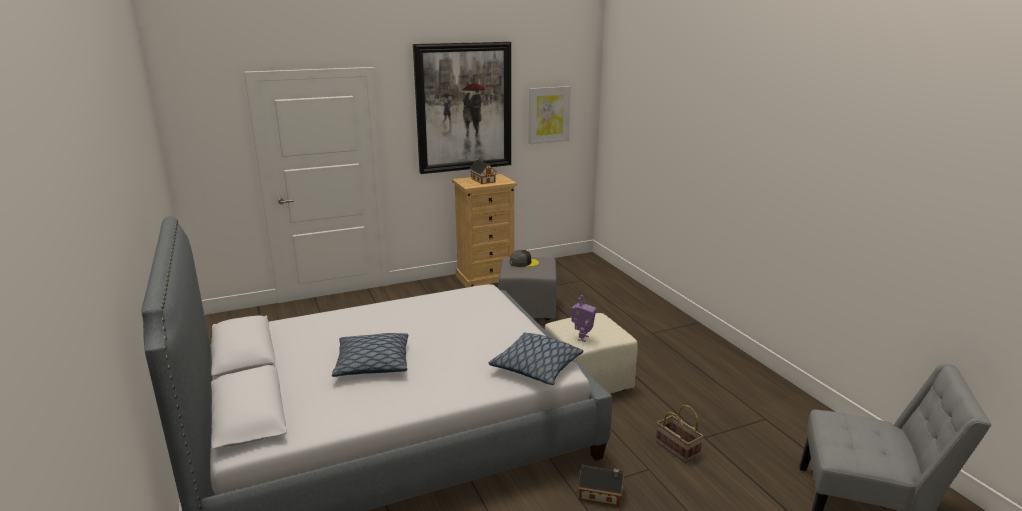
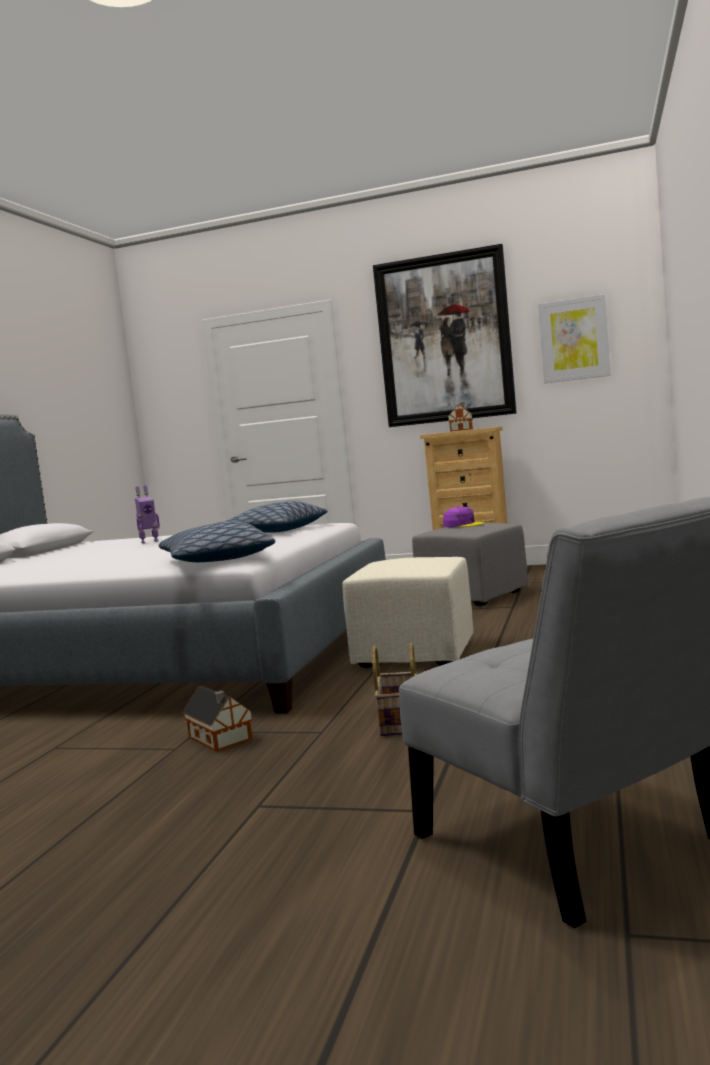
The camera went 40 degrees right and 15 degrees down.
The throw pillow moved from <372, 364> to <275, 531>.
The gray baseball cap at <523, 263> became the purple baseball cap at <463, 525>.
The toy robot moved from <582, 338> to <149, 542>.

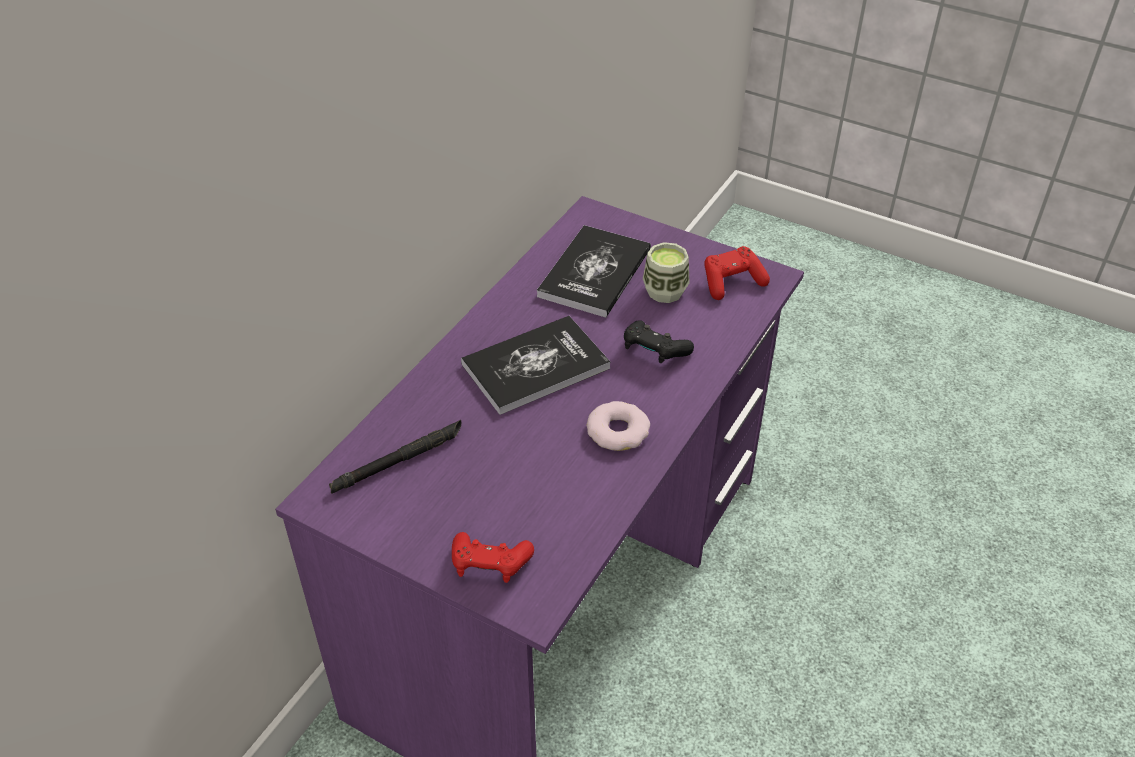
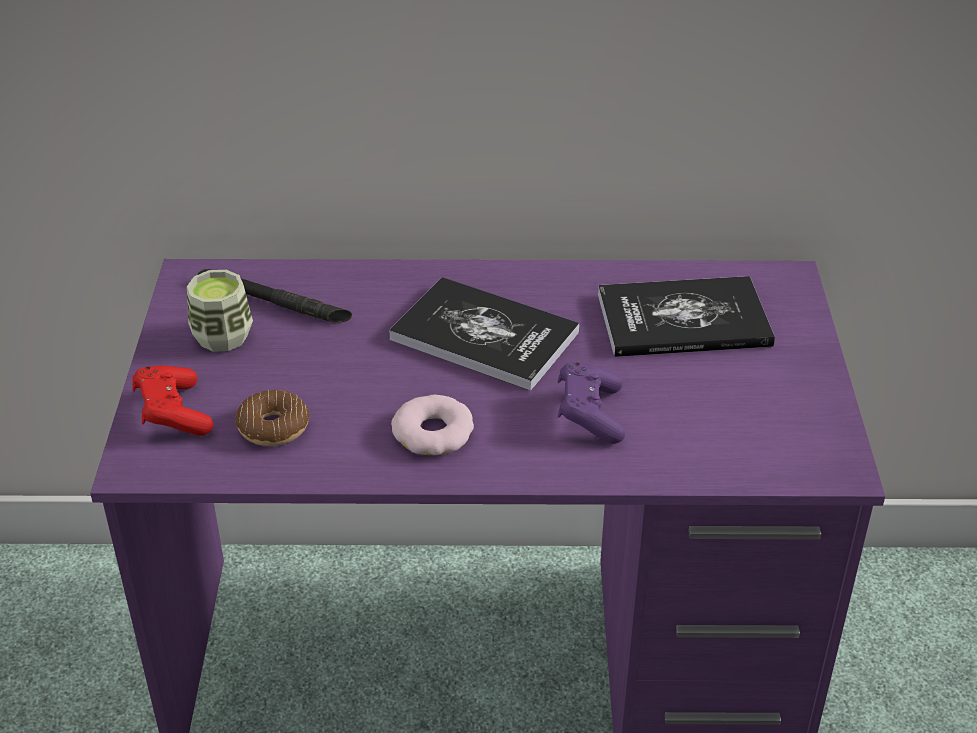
The camera went 60 degrees right and 5 degrees down.
The black gamepad at <654, 352> became the purple gamepad at <589, 415>.
The drinking cup moved from <665, 291> to <222, 337>.
The reddish gamepad at <732, 282> disappeared.
The doughnut at <273, 427> appeared.

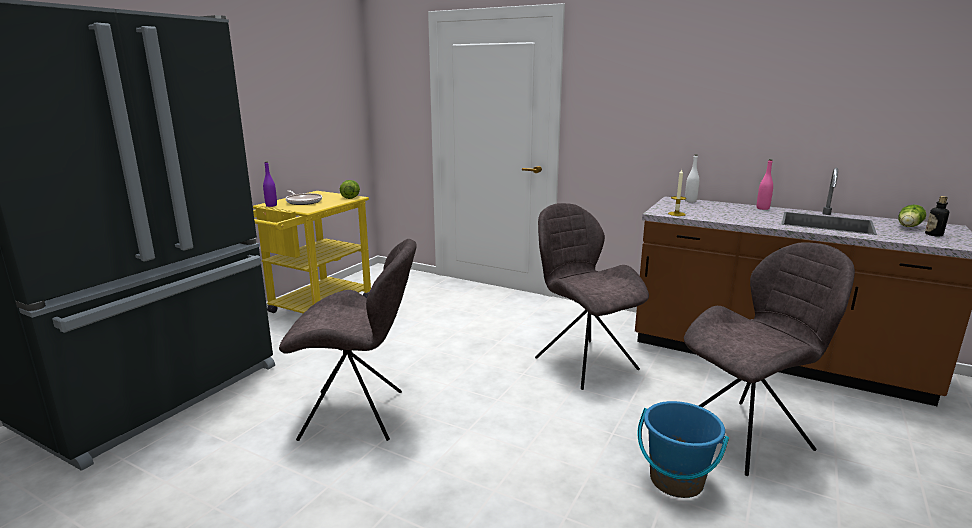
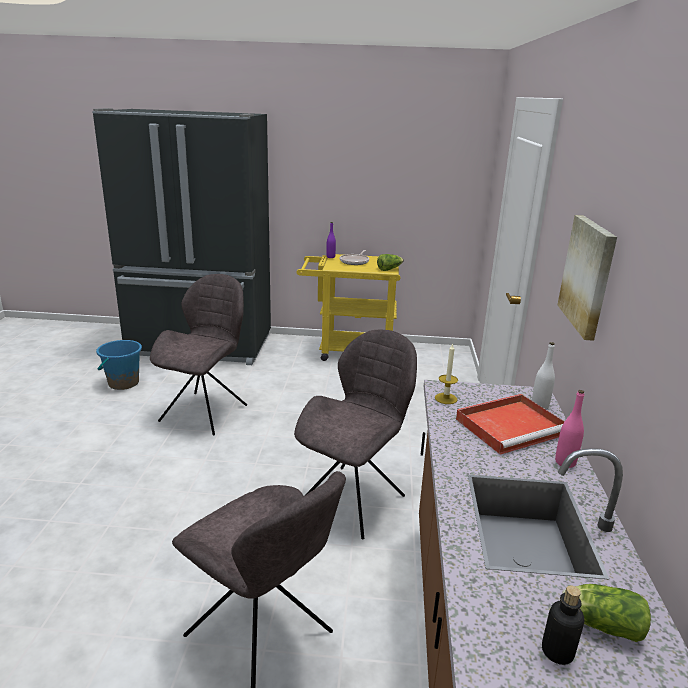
The camera went 65 degrees right and 5 degrees up.
The gray upright chair at <357, 415> turned 135 degrees counterclockwise.
The blue water bucket moved from <676, 481> to <123, 383>.
The reddish serving tray at <511, 426> appeared.
The picture at <588, 275> appeared.

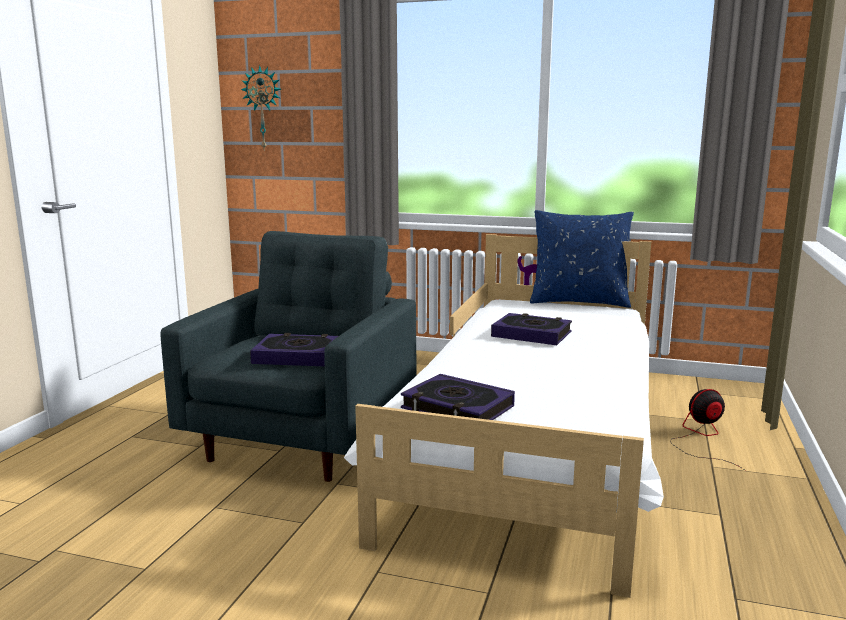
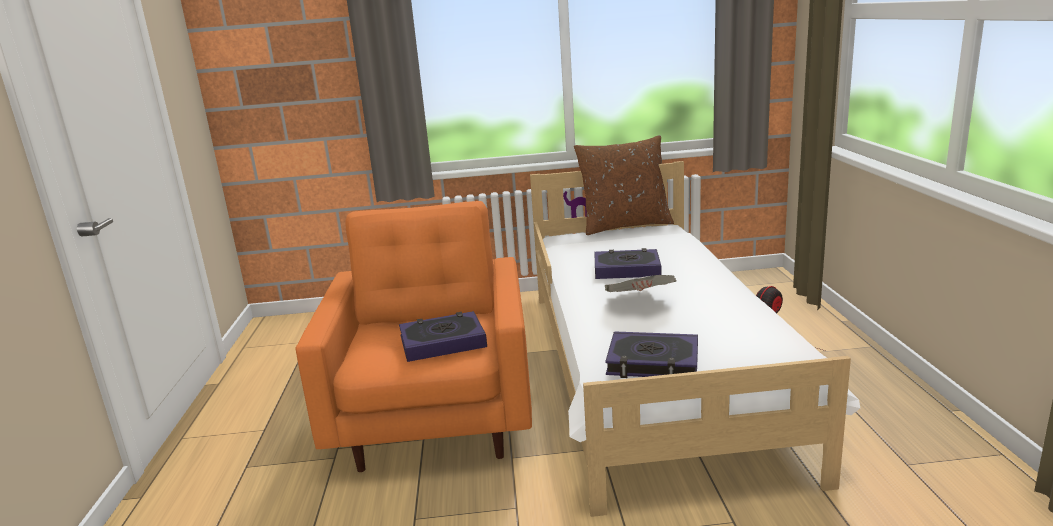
The camera went 20 degrees left and 5 degrees up.
The gray easy chair at <305, 438> became the orange easy chair at <437, 418>.
The wall clock at <263, 108> disappeared.
The blue throw pillow at <579, 302> became the brown throw pillow at <625, 225>.
The daily paper at <639, 303> appeared.

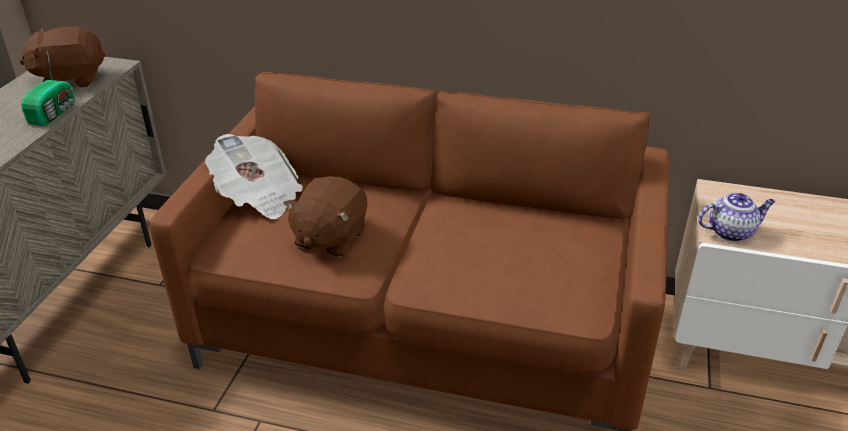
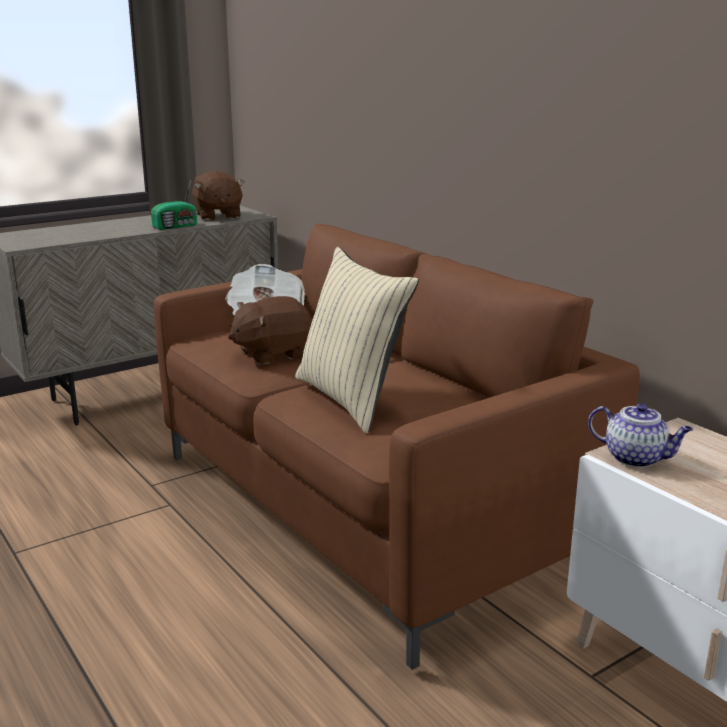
The camera went 40 degrees right and 15 degrees down.
The brown plush toy at <71, 79> turned 135 degrees counterclockwise.
The sand-coloured throw pillow at <351, 399> appeared.

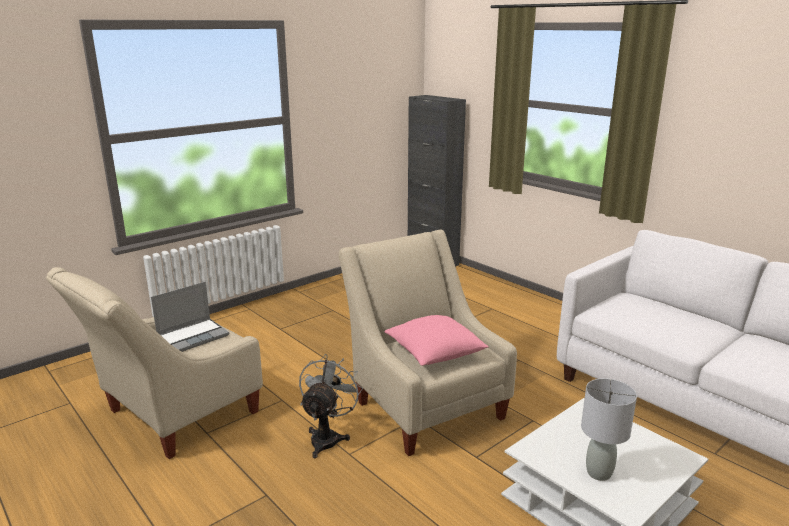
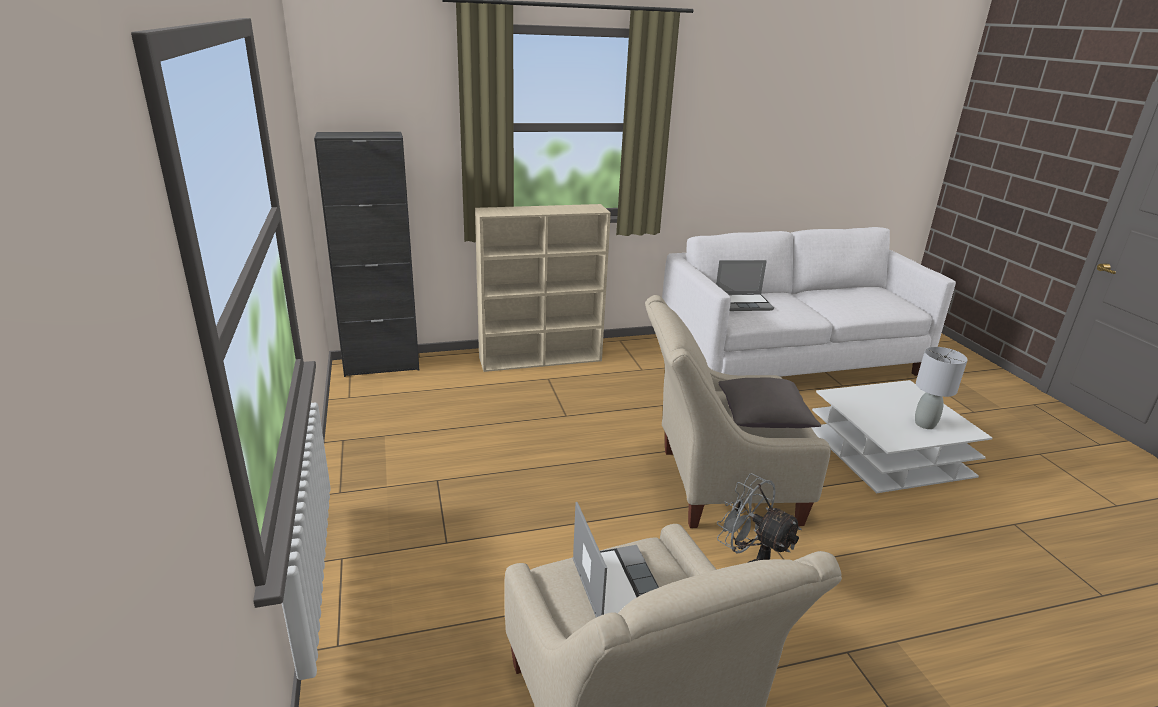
The camera went 65 degrees left and 5 degrees up.
The pink throw pillow at <435, 354> became the gray throw pillow at <764, 419>.
The sand-coloured bookcase at <541, 359> appeared.
The notebook computer at <743, 303> appeared.

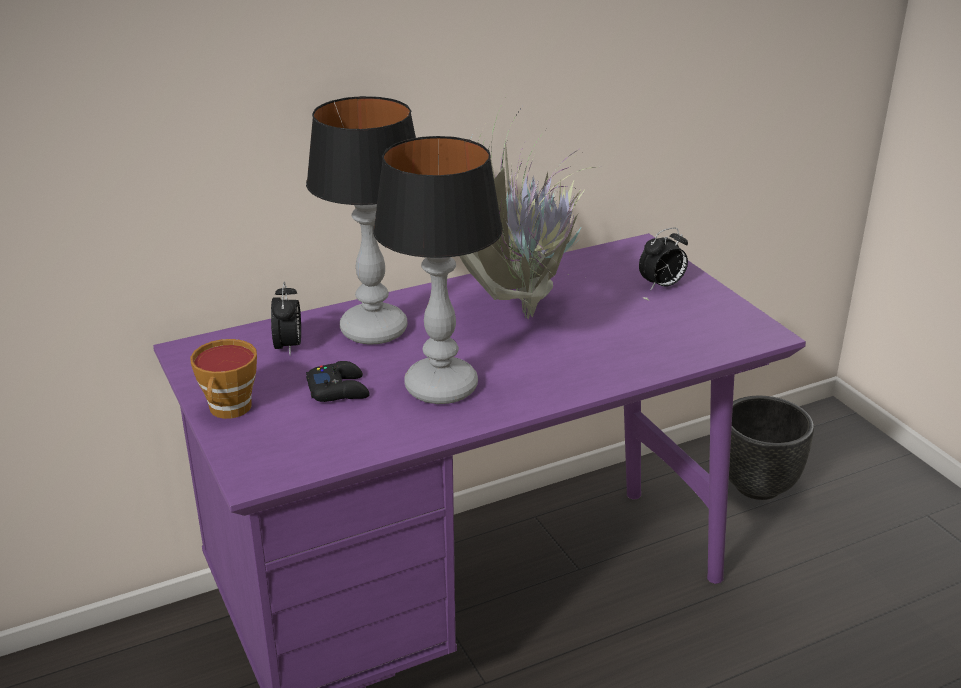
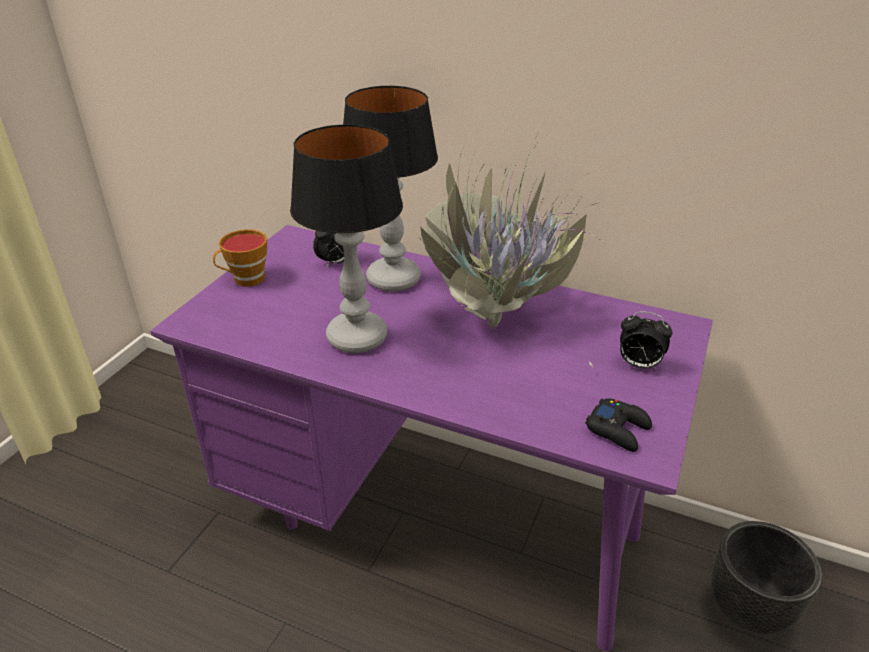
The camera went 50 degrees right and 5 degrees up.
The black gamepad moved from <338, 390> to <618, 429>.

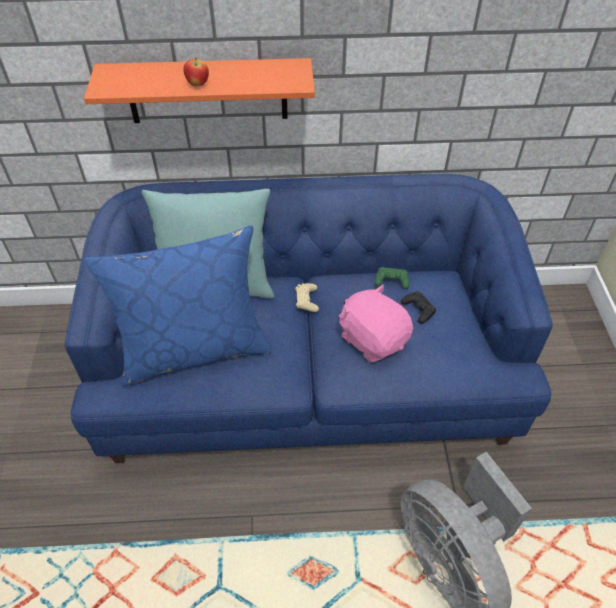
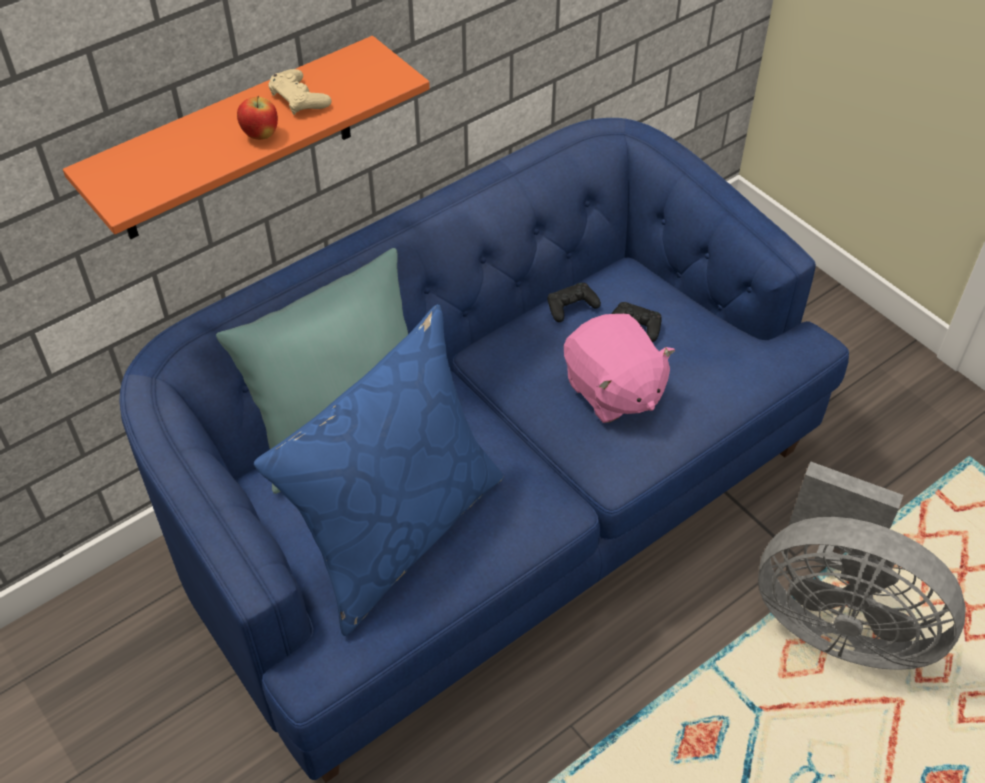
The camera went 35 degrees left and 0 degrees up.
The sand-coloured gamepad moved from <307, 300> to <299, 99>.
The pink plush toy at <373, 338> turned 135 degrees counterclockwise.
The green gamepad at <391, 281> became the black gamepad at <571, 306>.

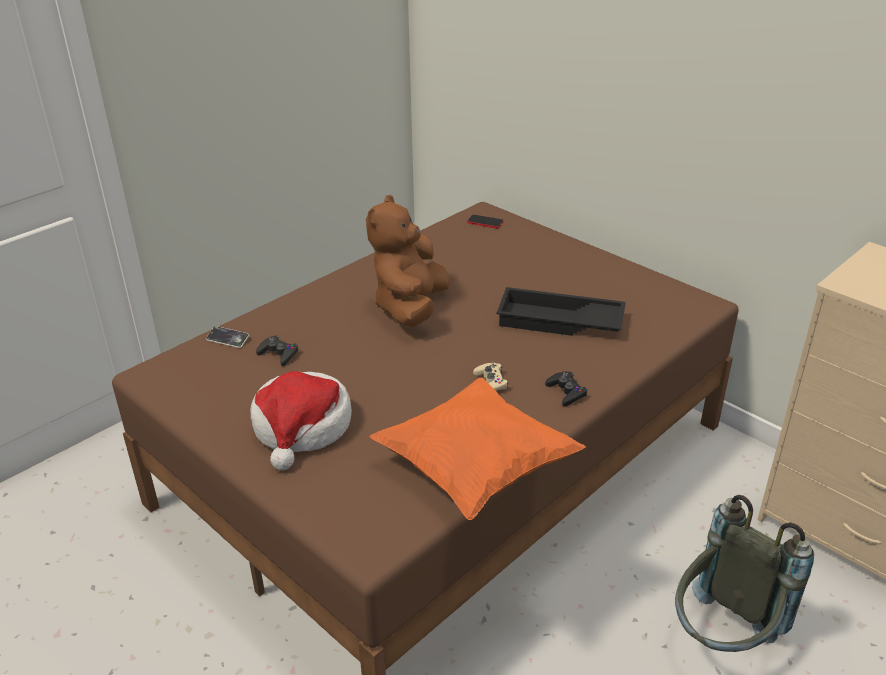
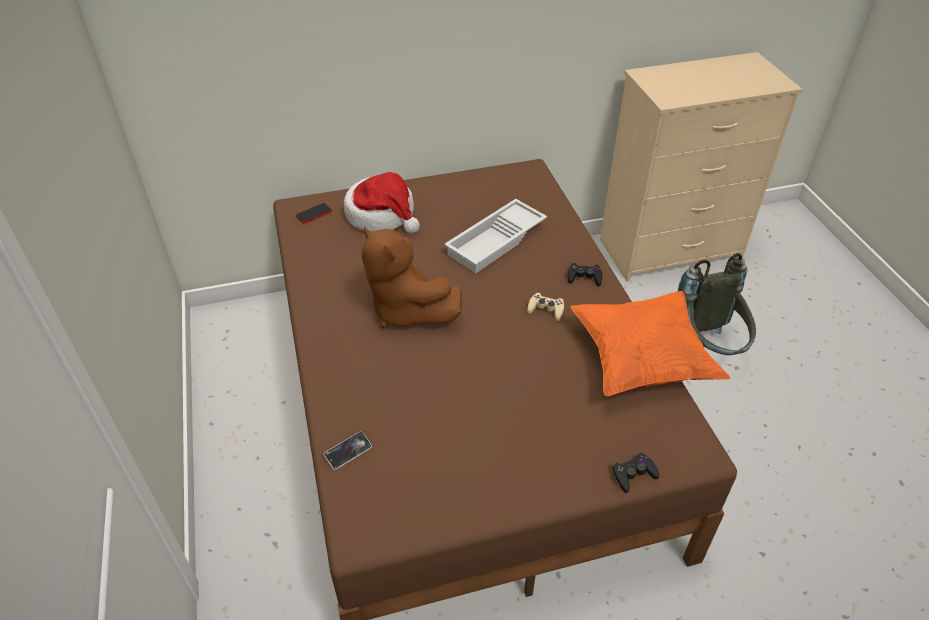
The camera went 60 degrees left and 10 degrees up.
The wearable hat moved from <302, 427> to <382, 215>.
The black gamepad moved from <278, 354> to <633, 474>.
The black serving tray at <558, 322> became the white serving tray at <496, 242>.

